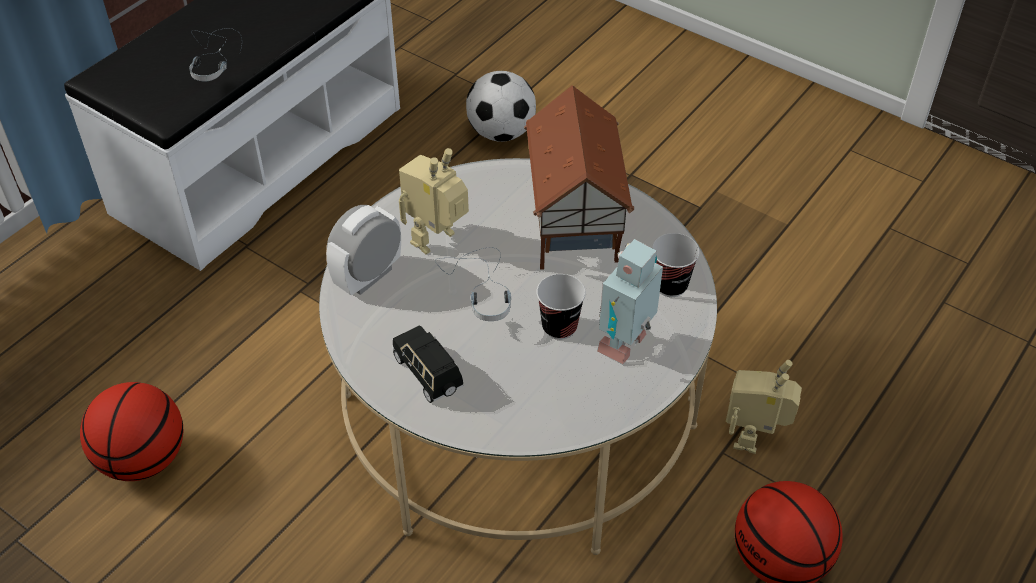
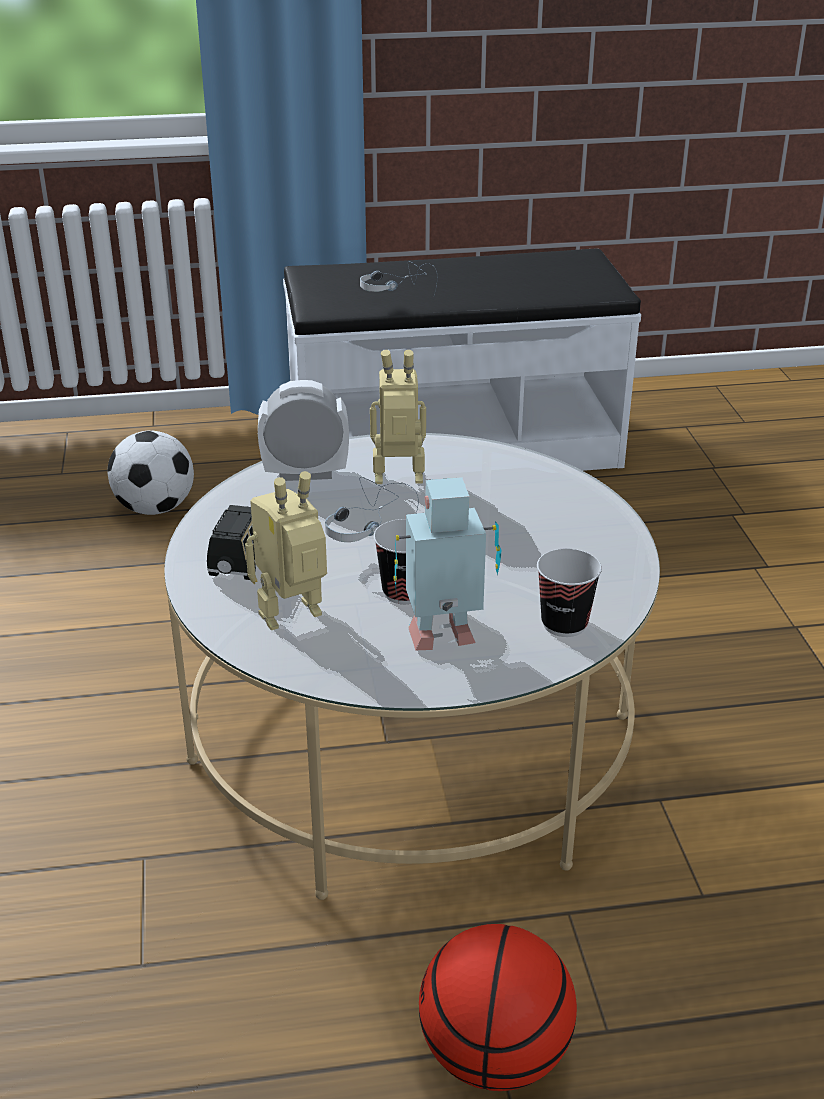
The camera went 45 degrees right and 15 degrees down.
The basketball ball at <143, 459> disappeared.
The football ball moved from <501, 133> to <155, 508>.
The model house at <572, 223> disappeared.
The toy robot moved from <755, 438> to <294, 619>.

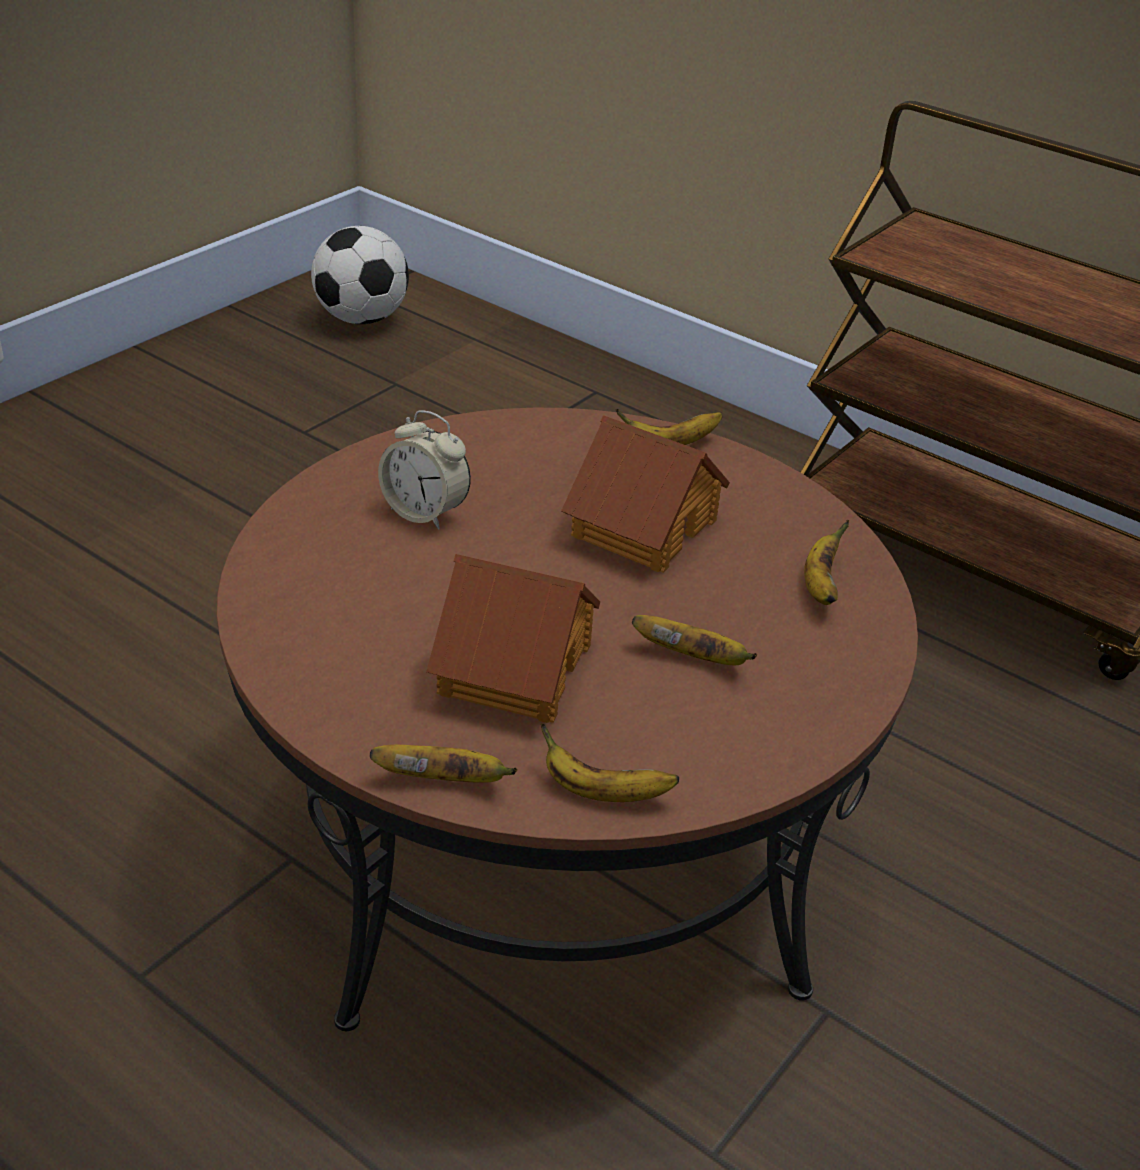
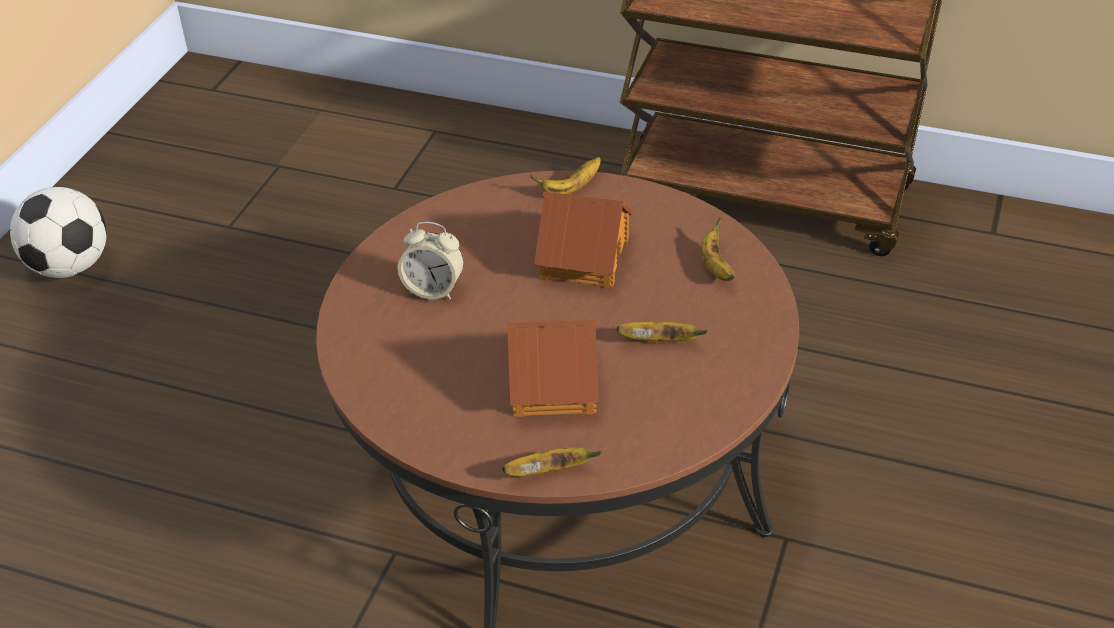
The camera went 15 degrees left and 5 degrees up.
The football ball moved from <362, 318> to <70, 267>.
The banana fruit at <602, 792> disappeared.

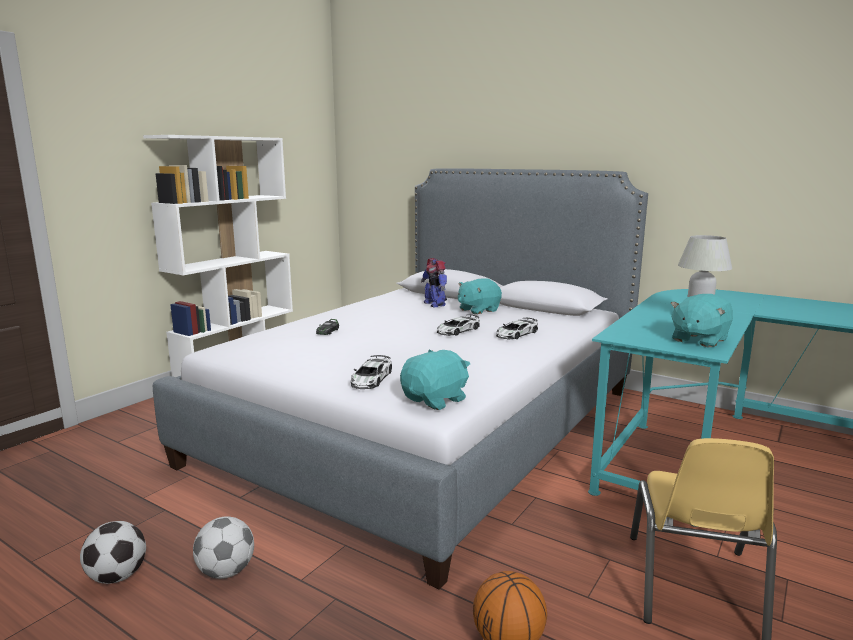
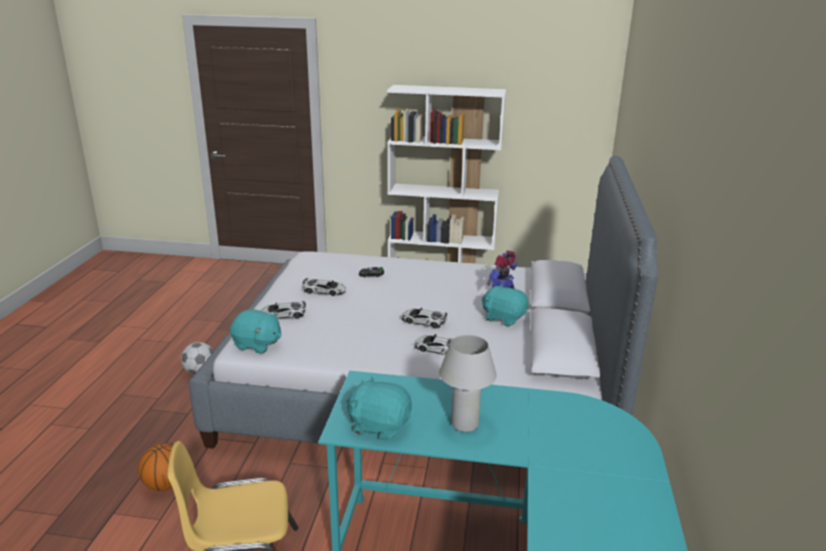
The camera went 65 degrees right and 10 degrees up.
The football ball at <117, 576> disappeared.
The miniature car at <324, 291> appeared.

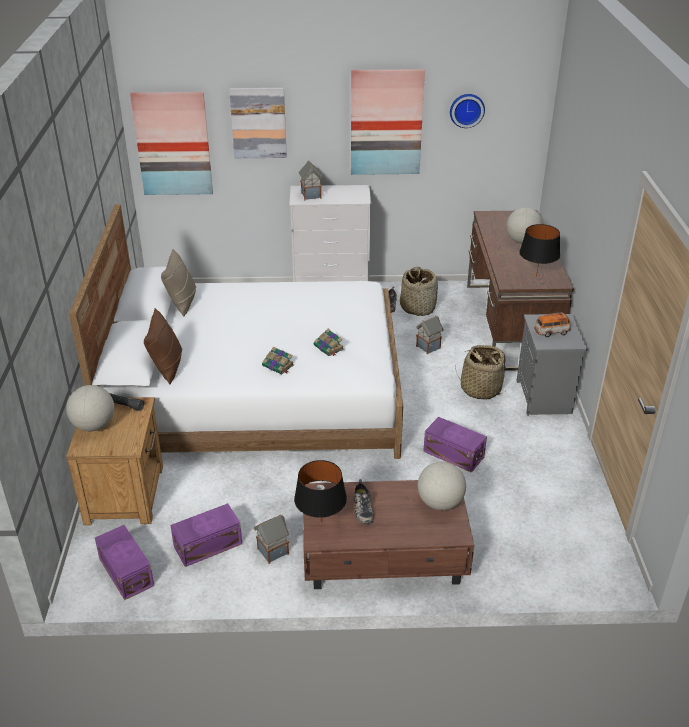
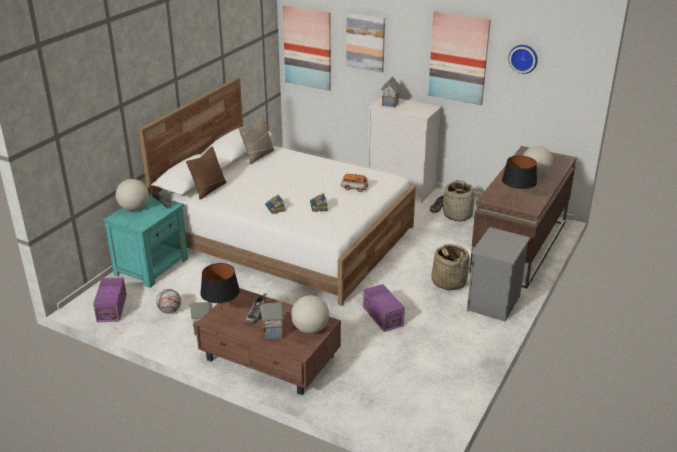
The camera went 30 degrees right and 5 degrees down.
The brown nightstand at <126, 493> became the turquoise-coloured nightstand at <152, 266>.
The purple storage bin at <206, 545> was replaced by the football ball at <169, 311>.
The model house moved from <428, 347> to <274, 333>.
The miniature car moved from <551, 332> to <354, 188>.

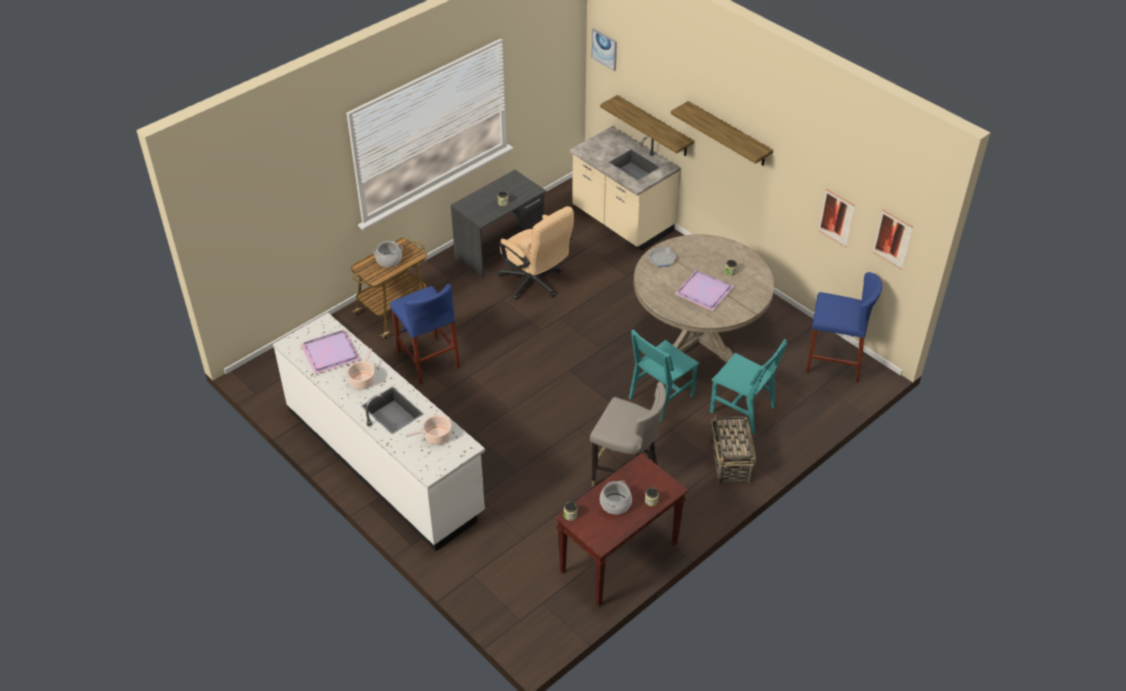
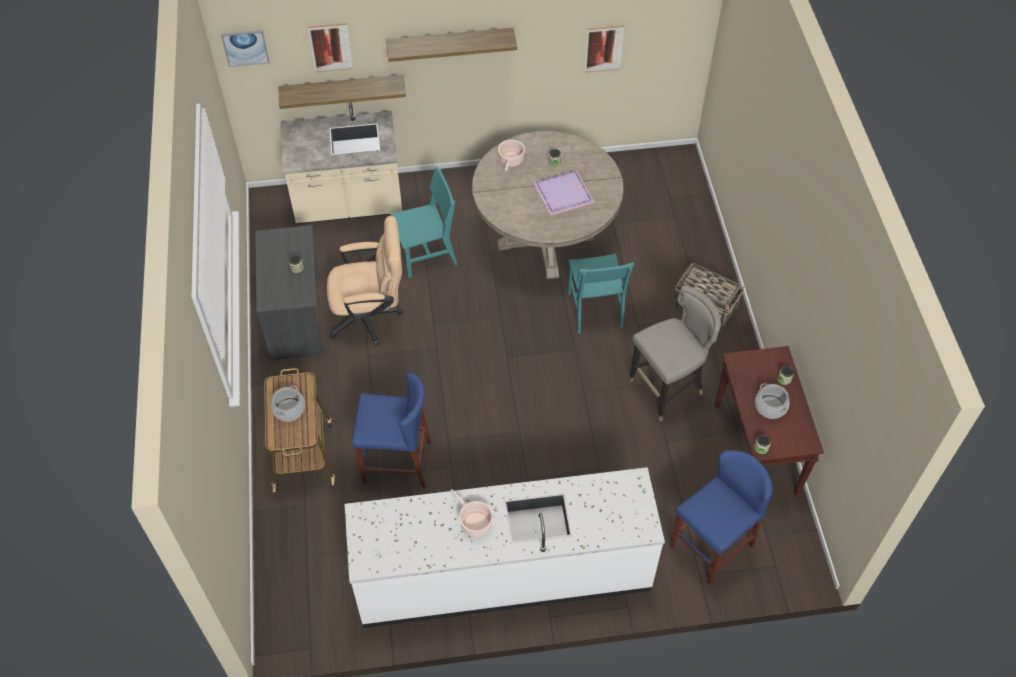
The camera went 55 degrees left and 10 degrees up.
The purple serving tray at <329, 353> disappeared.
The cooking pot moved from <435, 437> to <511, 161>.
The pan at <661, 259> disappeared.
The turquoise-coloured upright chair moved from <742, 410> to <426, 255>.
The blue sitting stool moved from <834, 362> to <711, 546>.
The picture moved from <892, 239> to <330, 47>.

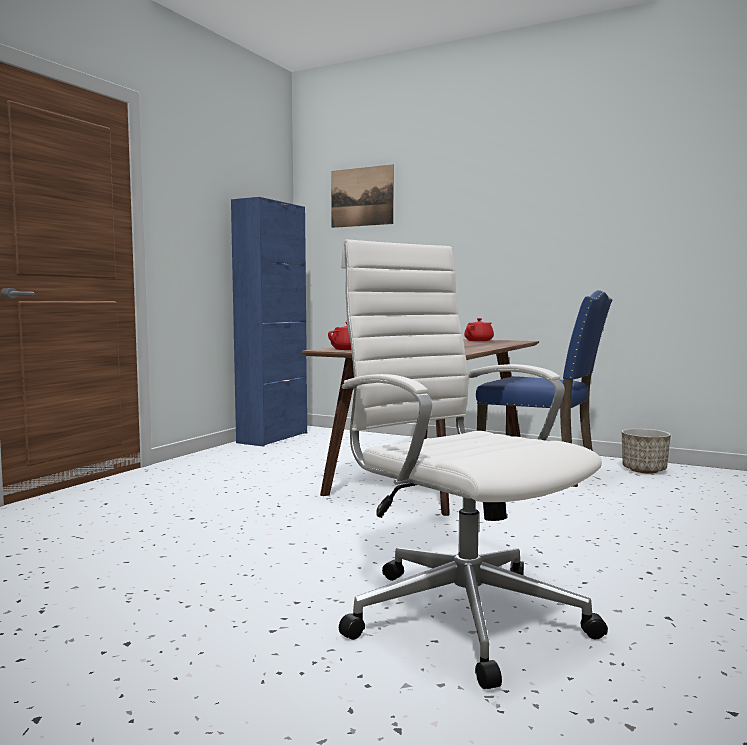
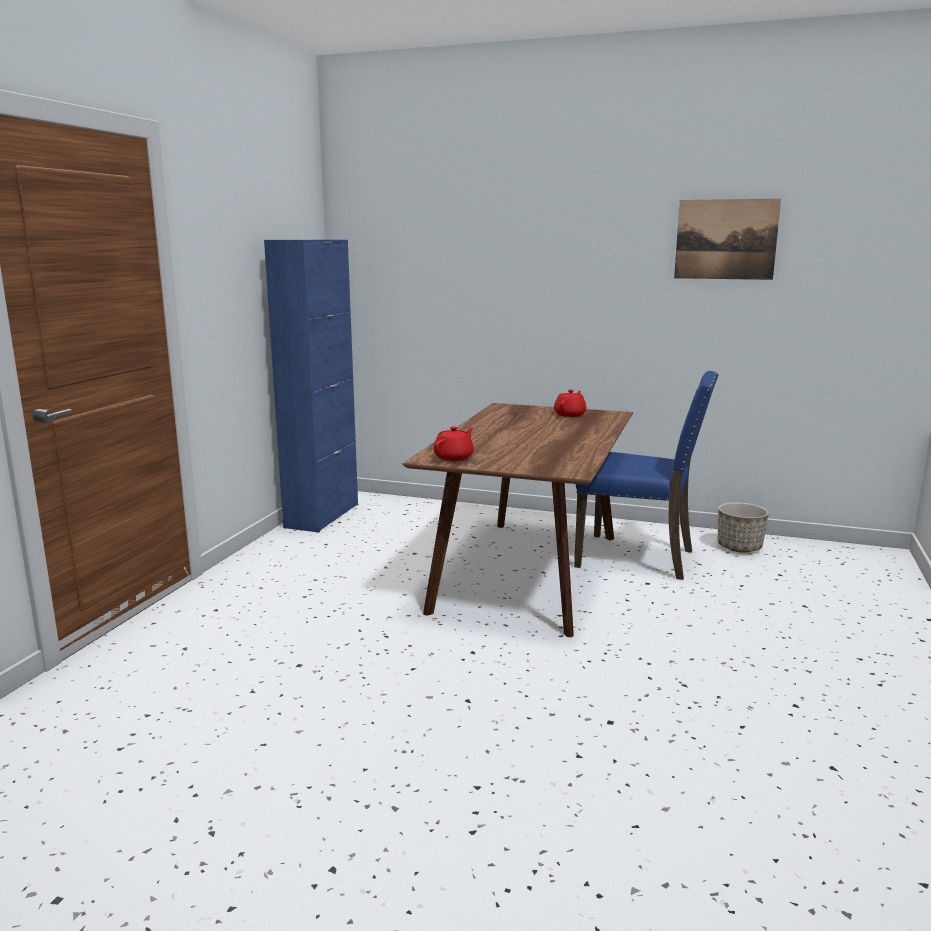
The camera went 10 degrees left and 10 degrees up.
The picture moved from <362, 197> to <726, 239>.
The white office chair at <460, 613> disappeared.

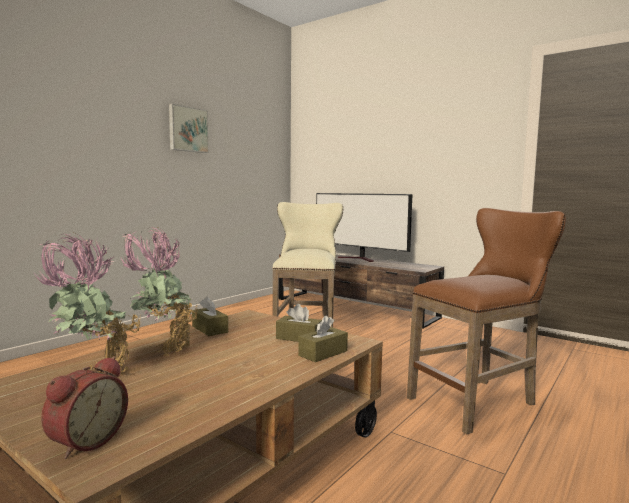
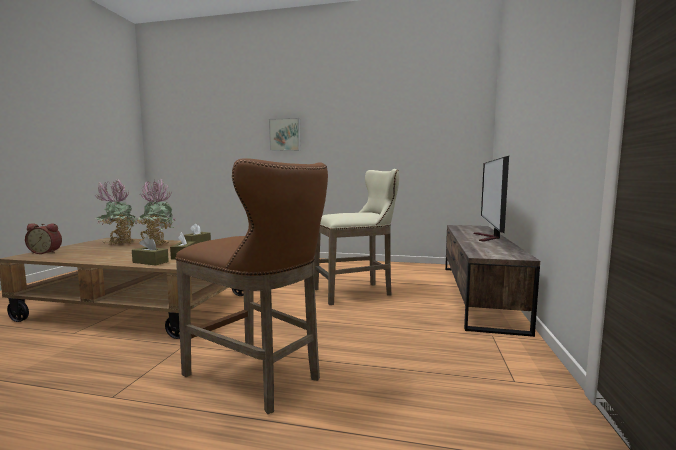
The camera went 65 degrees right and 0 degrees up.
The picture moved from <187, 129> to <285, 135>.

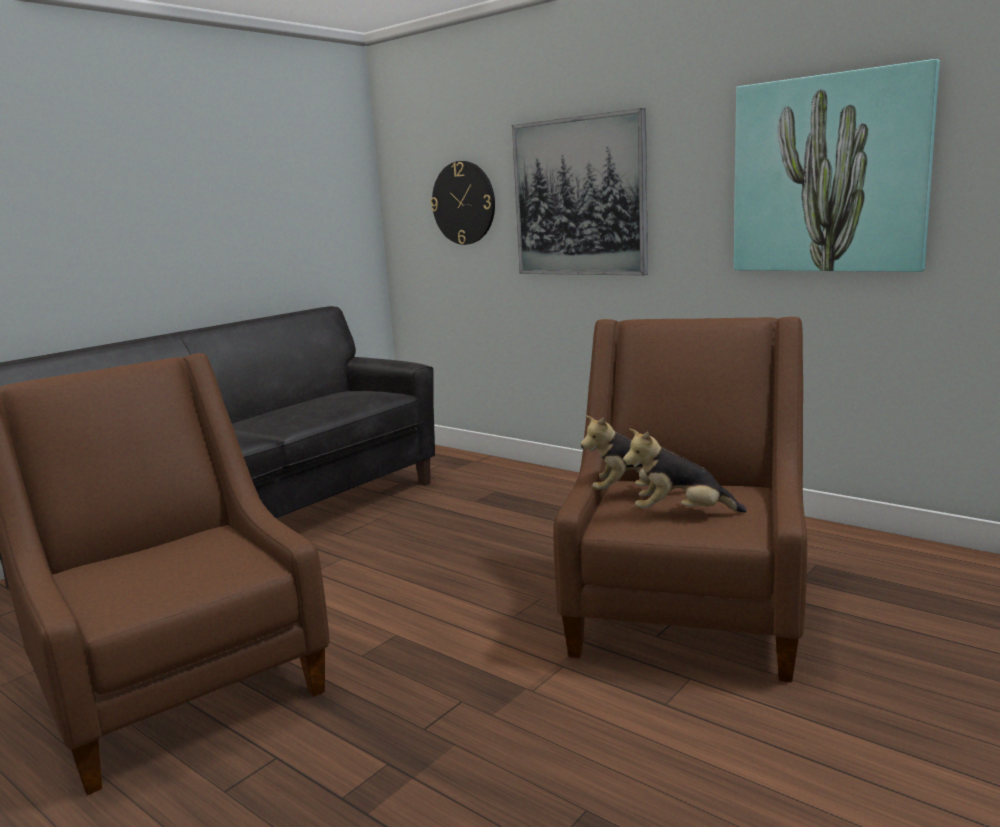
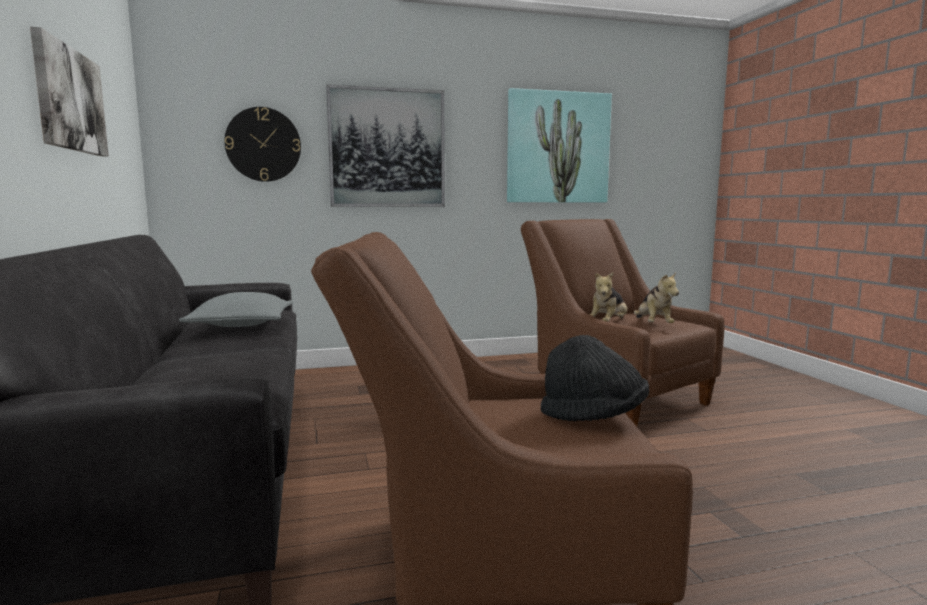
The camera went 55 degrees left and 5 degrees down.
The plush toy at <681, 514> turned 45 degrees counterclockwise.
The picture at <69, 100> appeared.
The gray throw pillow at <242, 324> appeared.
The black wearable hat at <593, 417> appeared.

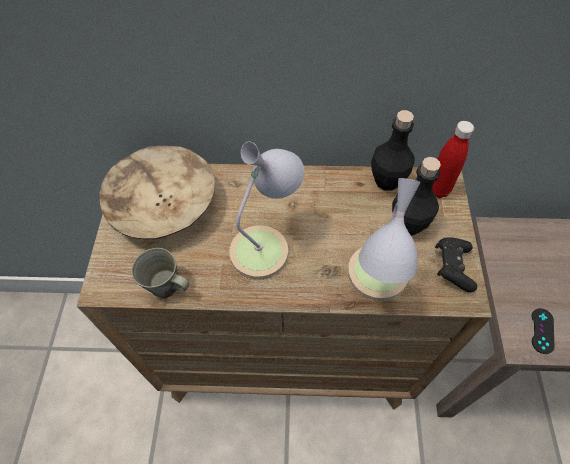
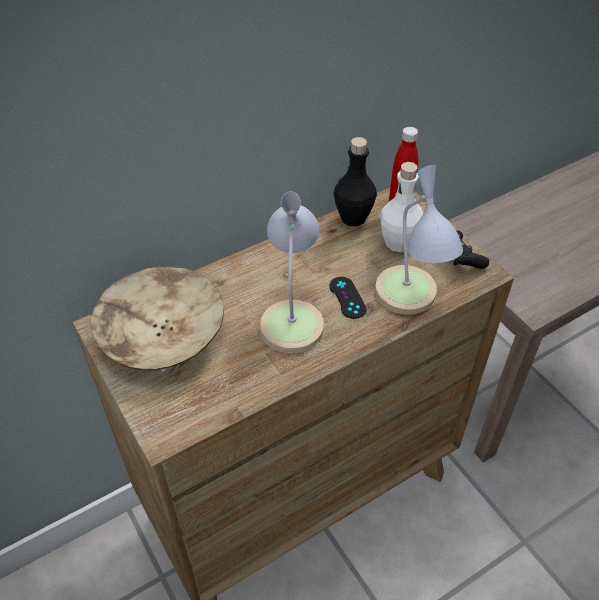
The camera went 35 degrees left and 10 degrees down.
The gray tea mug at <166, 286> disappeared.
The black beverage bottle at <408, 224> became the white beverage bottle at <398, 243>.
The black gamepad moved from <542, 331> to <347, 297>.

